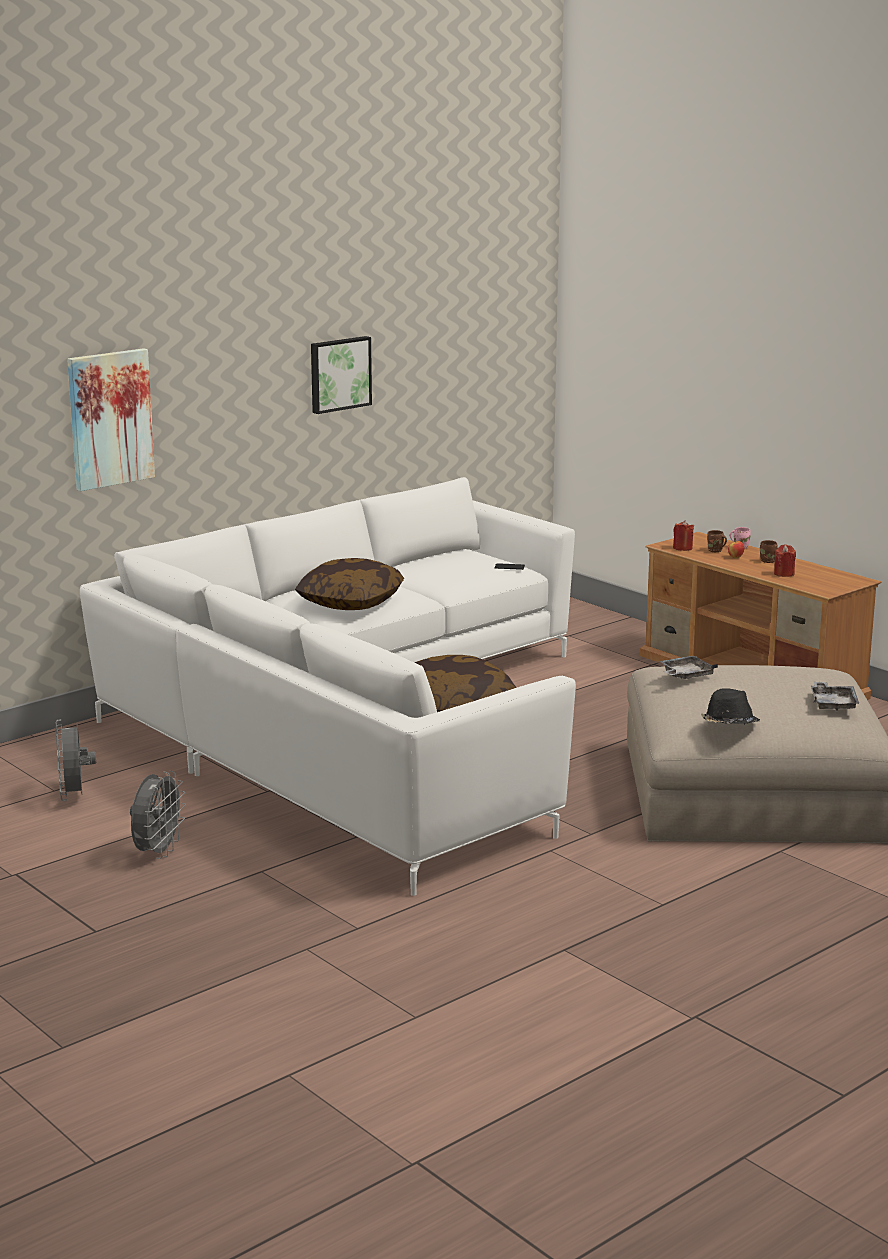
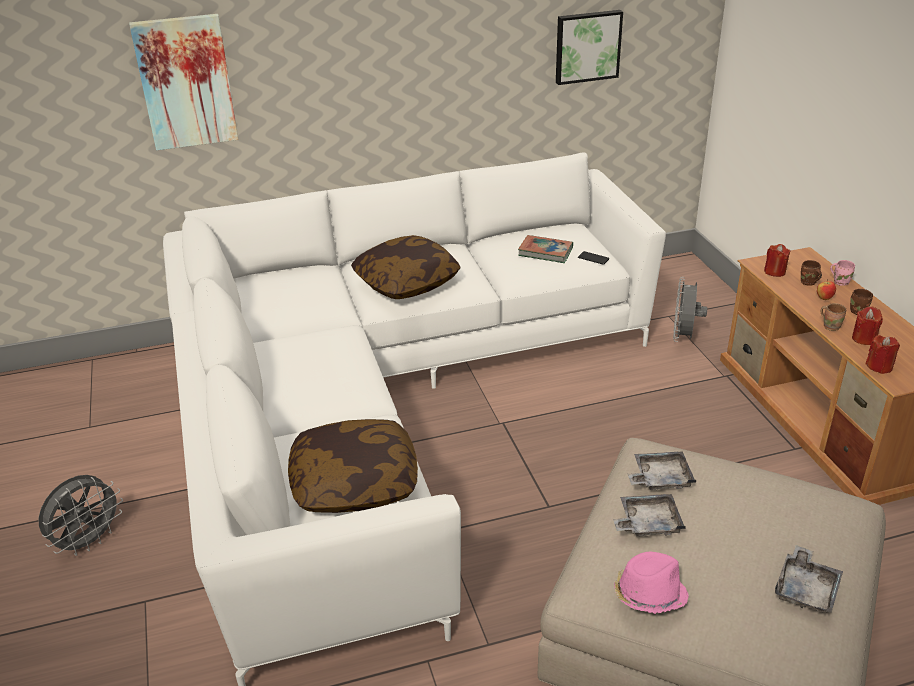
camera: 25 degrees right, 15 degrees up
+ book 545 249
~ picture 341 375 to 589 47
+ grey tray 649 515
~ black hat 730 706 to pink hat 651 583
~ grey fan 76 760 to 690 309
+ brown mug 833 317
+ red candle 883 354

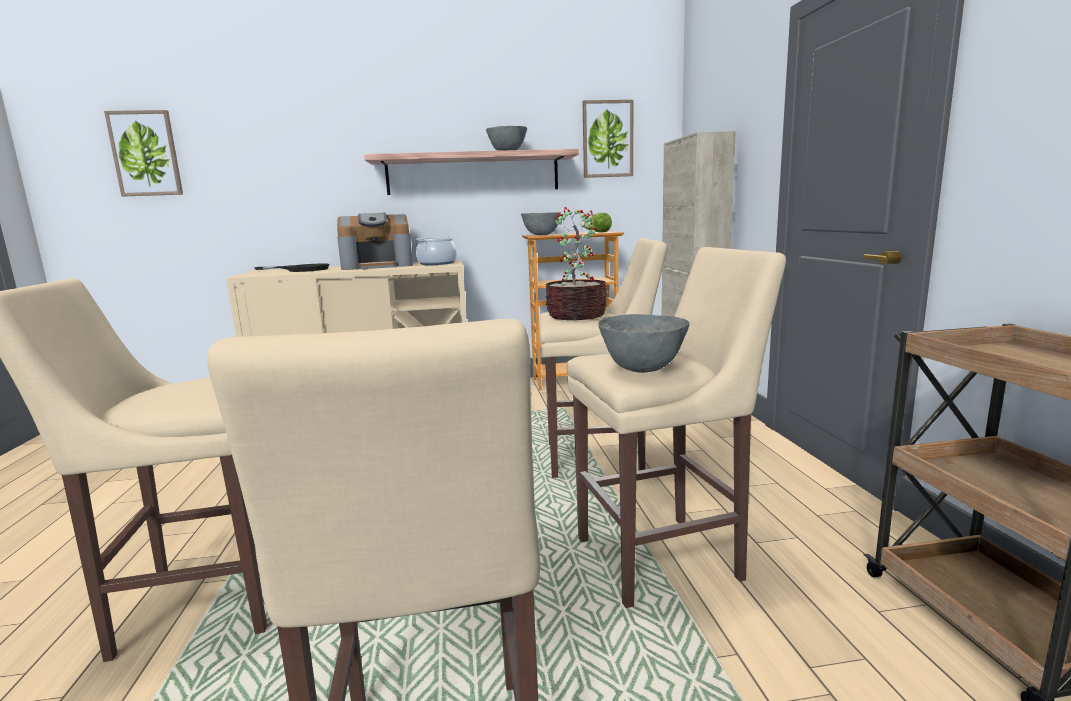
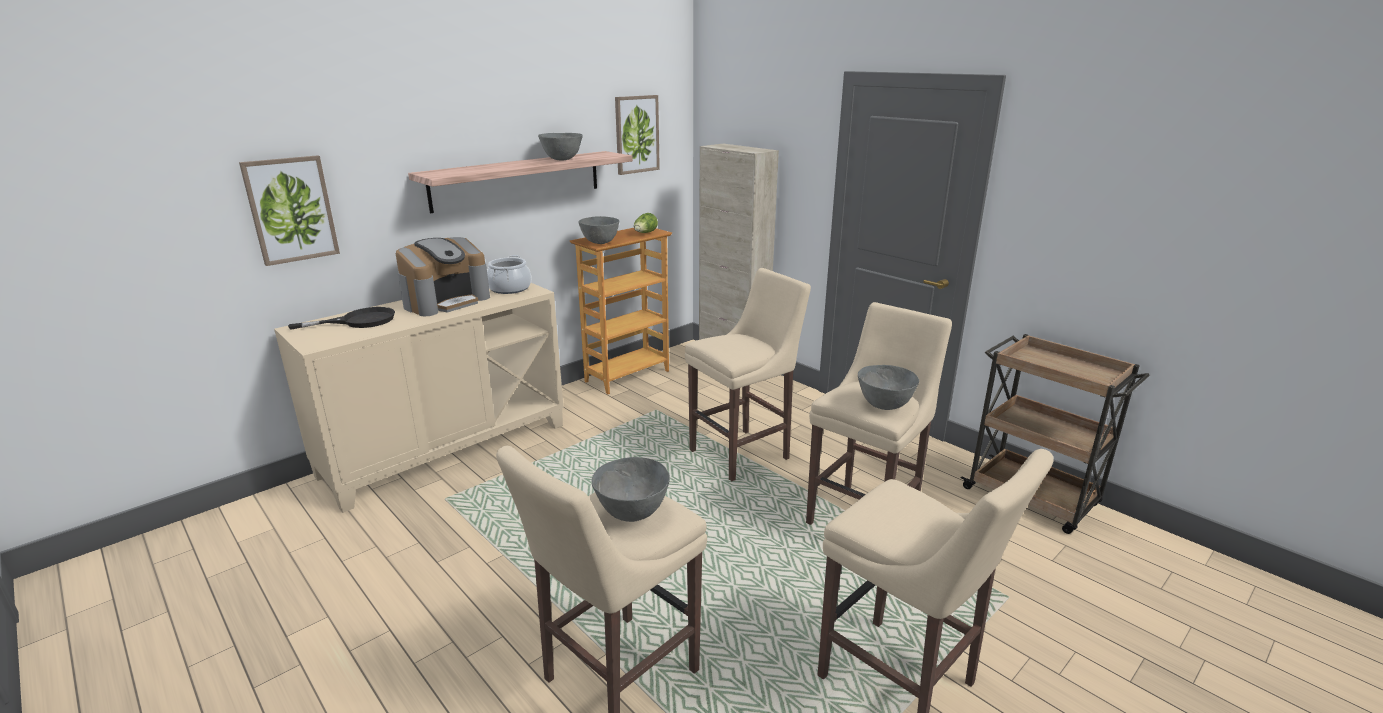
camera: 35 degrees left, 10 degrees up
~ picture 143 153 to 289 210
+ grey bowl 631 489
- potted plant 576 263

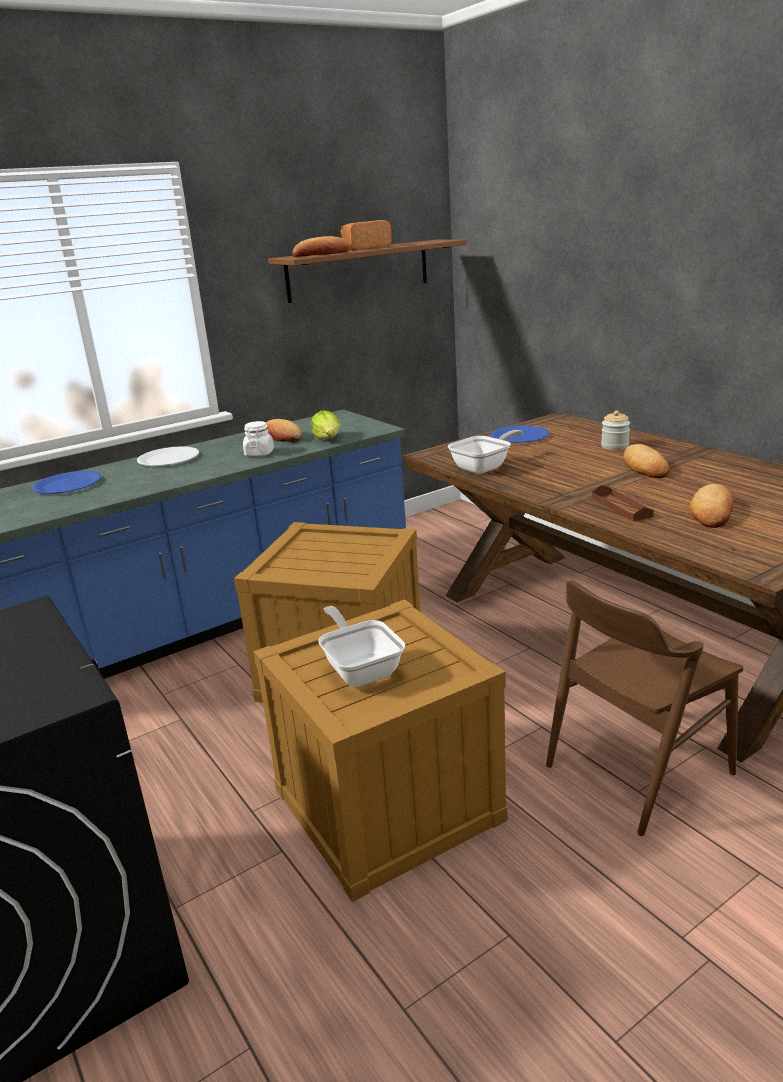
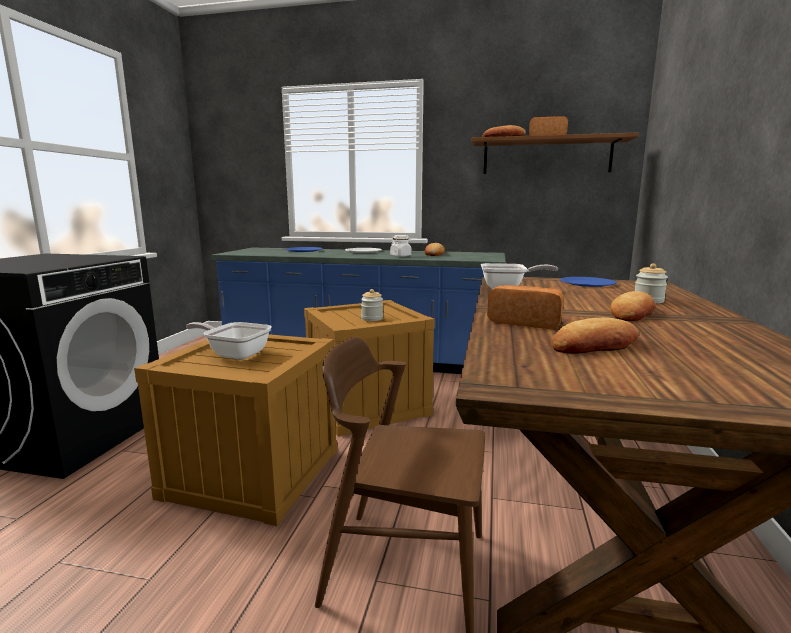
camera: 45 degrees right, 10 degrees down
~ frying pan 361 646 = 229 341 90 degrees counterclockwise
+ jar 372 305
~ brown tray 623 503 to bread 525 307
- lettuce 326 424

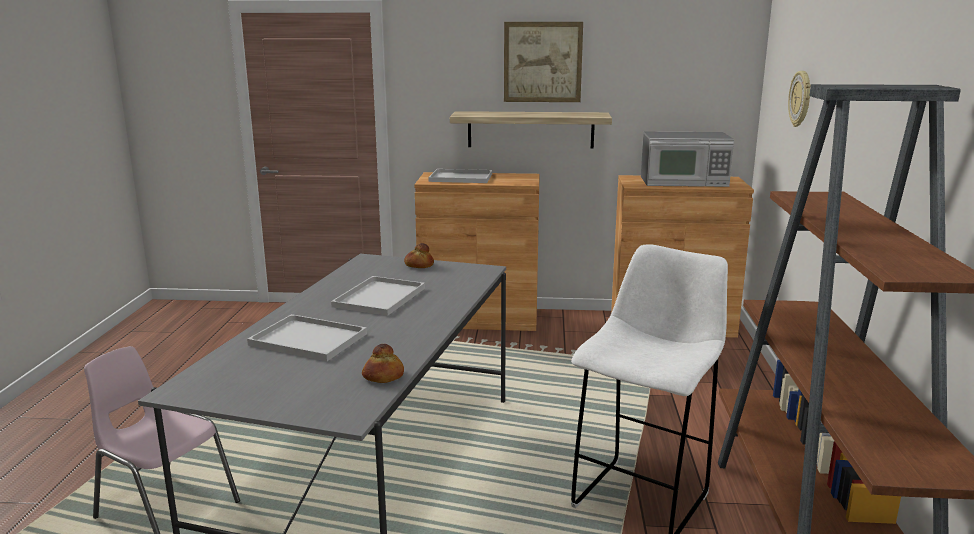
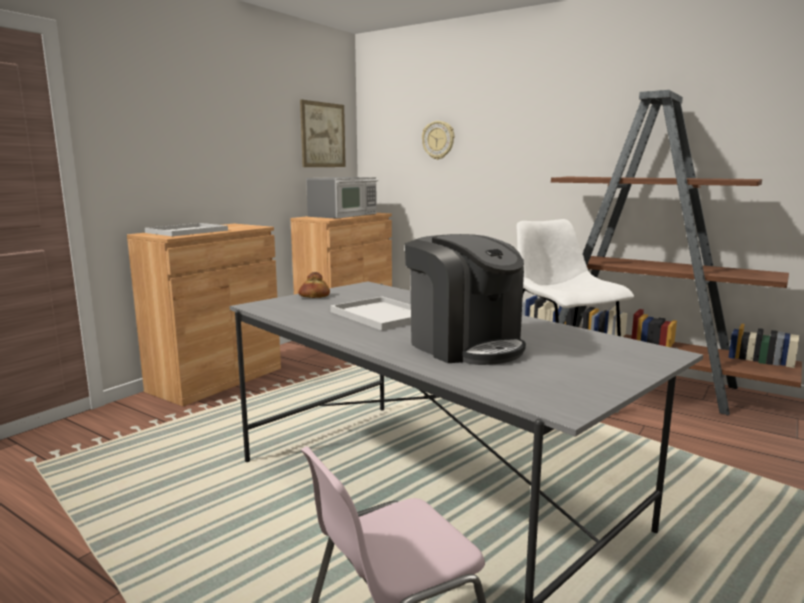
camera: 60 degrees left, 5 degrees down
~ picture 543 62 to 323 133
~ white tray 307 337 to coffee machine 465 299
- bread 383 363
- shelf 531 129

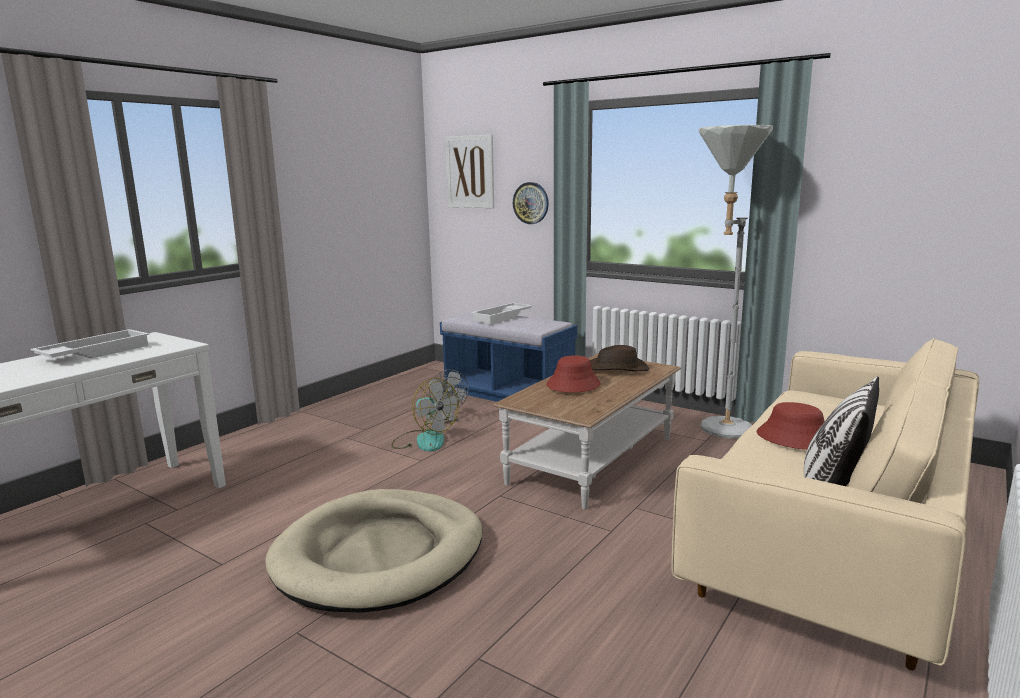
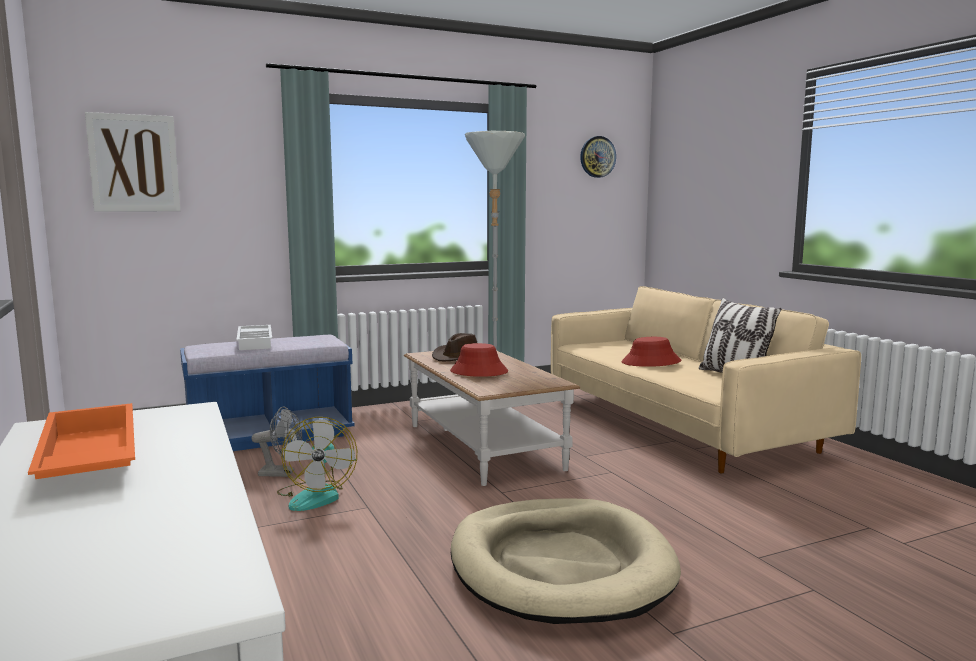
camera: 60 degrees left, 5 degrees down
~ white tray 89 344 to orange tray 81 441
~ fan 425 414 = 317 464 105 degrees clockwise
~ wall clock 531 203 to 598 157

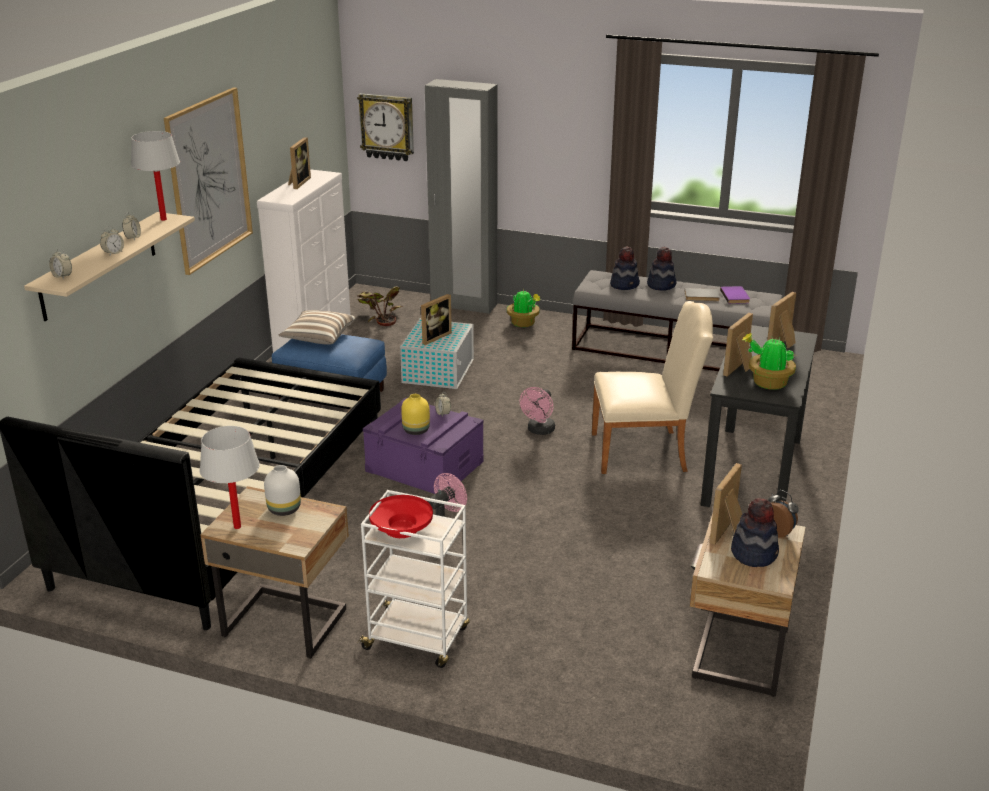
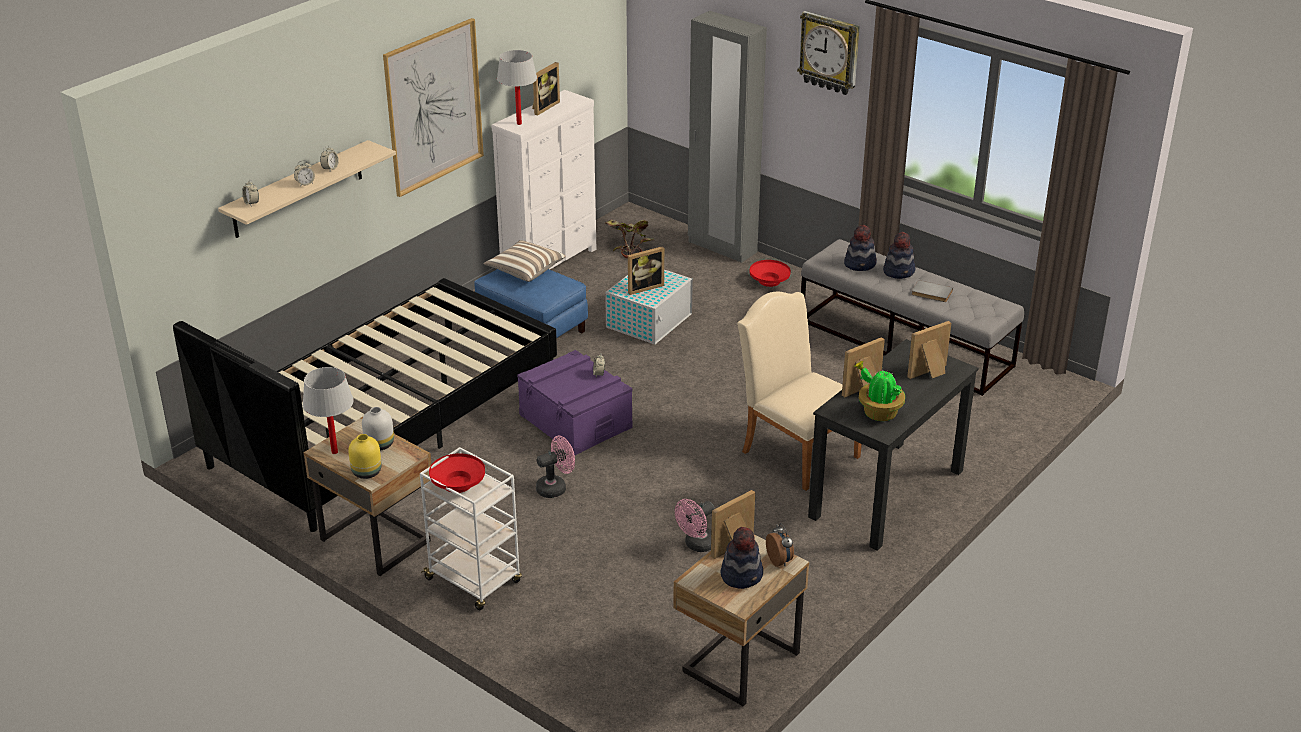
camera: 20 degrees right, 5 degrees up
~ yellow vase 415 414 to 365 456
~ white table lamp 155 176 to 517 87
~ pink fan 537 411 to 694 525
~ beige chair 652 387 = 799 391 150 degrees counterclockwise
~ potted plant 523 308 to red bowl 770 273
~ wall clock 385 127 to 828 53
- purple book 735 295

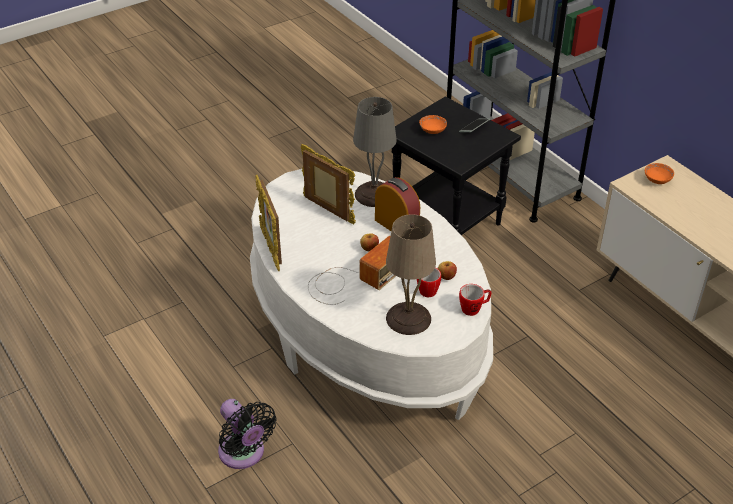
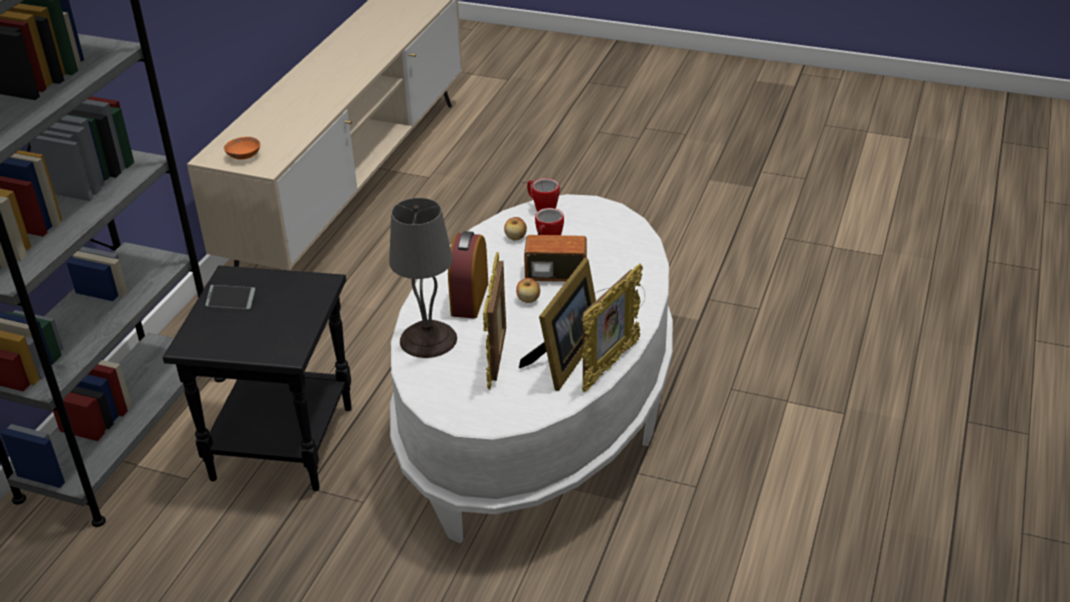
camera: 125 degrees left, 5 degrees down
+ picture frame 557 324
- black fan 247 434
- beige table lamp 411 274
- orange bowl 433 124

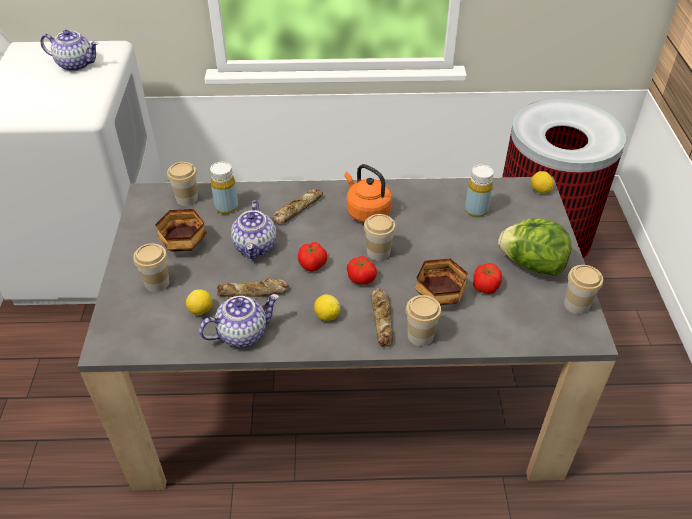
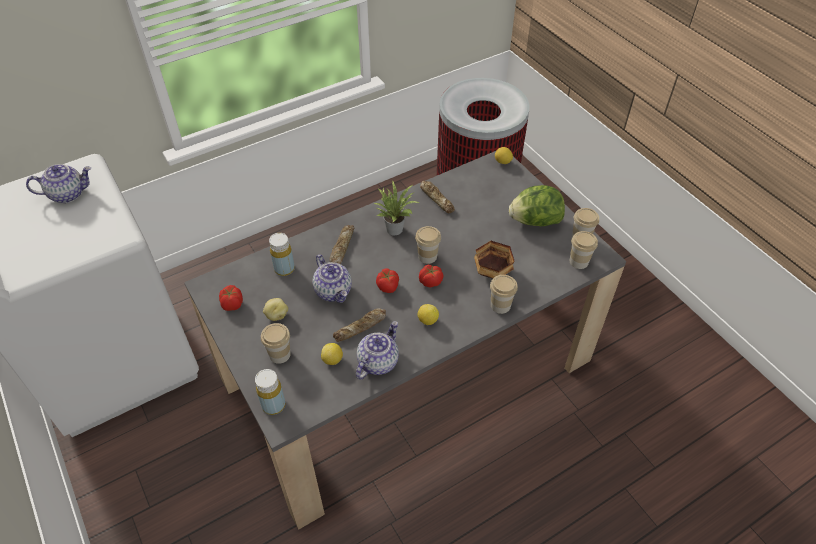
camera: 30 degrees left, 5 degrees up
~ tomato 487 278 to 231 298
~ yellow bottle 479 191 to 270 392
~ bowl 181 230 to potato 275 309
~ orange kettle 368 193 to potted plant 396 207
~ bread 381 317 to 437 197
~ cup 182 184 to 584 250

